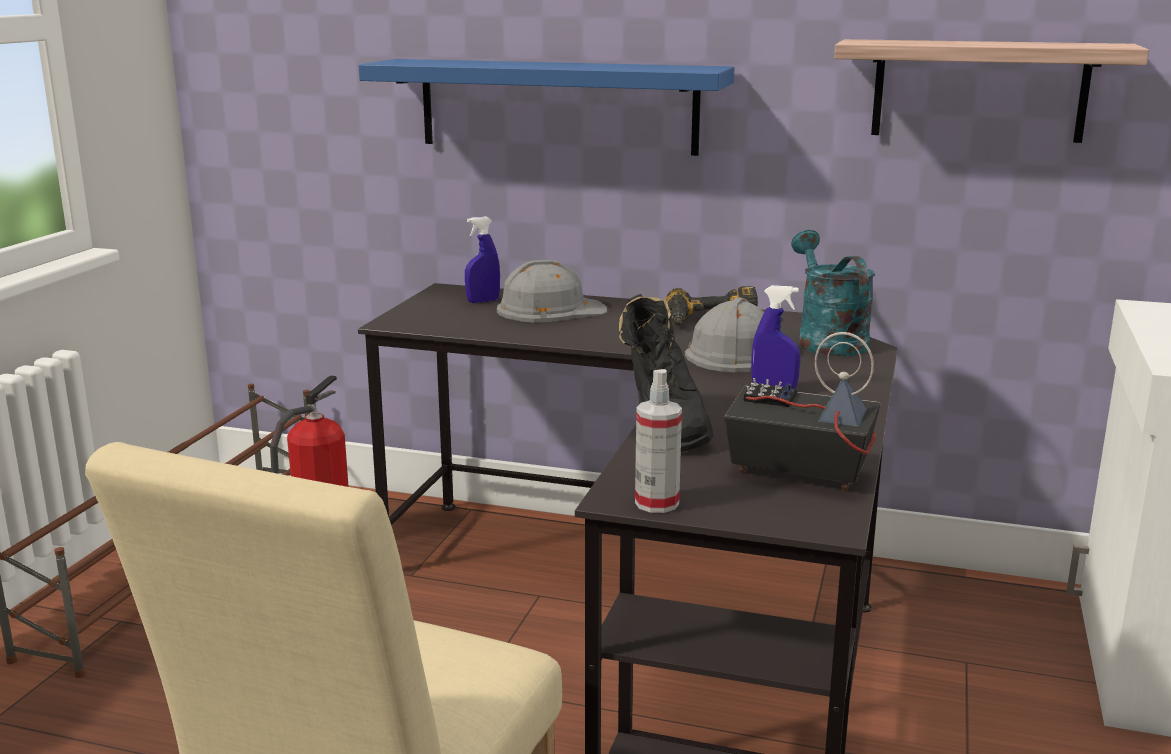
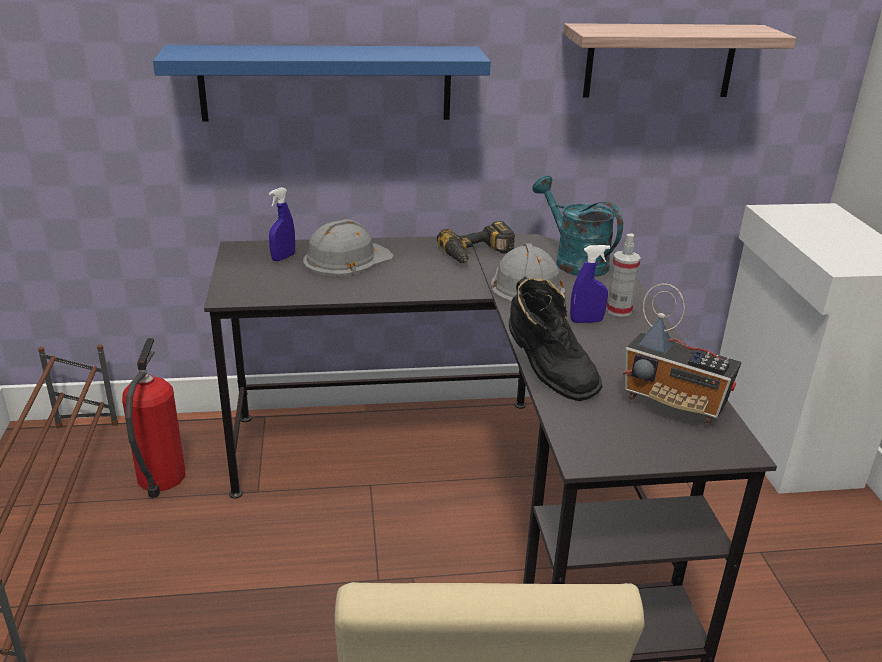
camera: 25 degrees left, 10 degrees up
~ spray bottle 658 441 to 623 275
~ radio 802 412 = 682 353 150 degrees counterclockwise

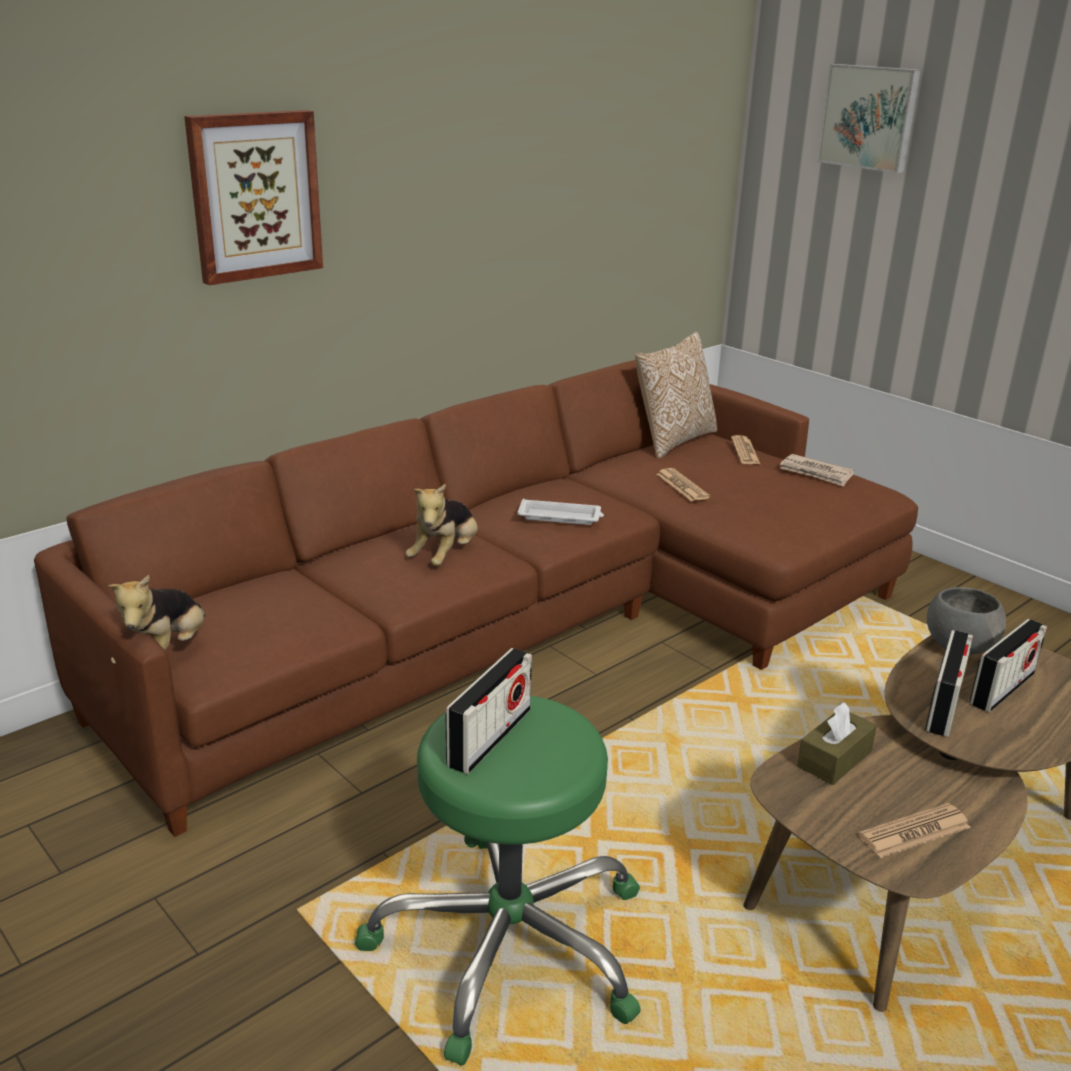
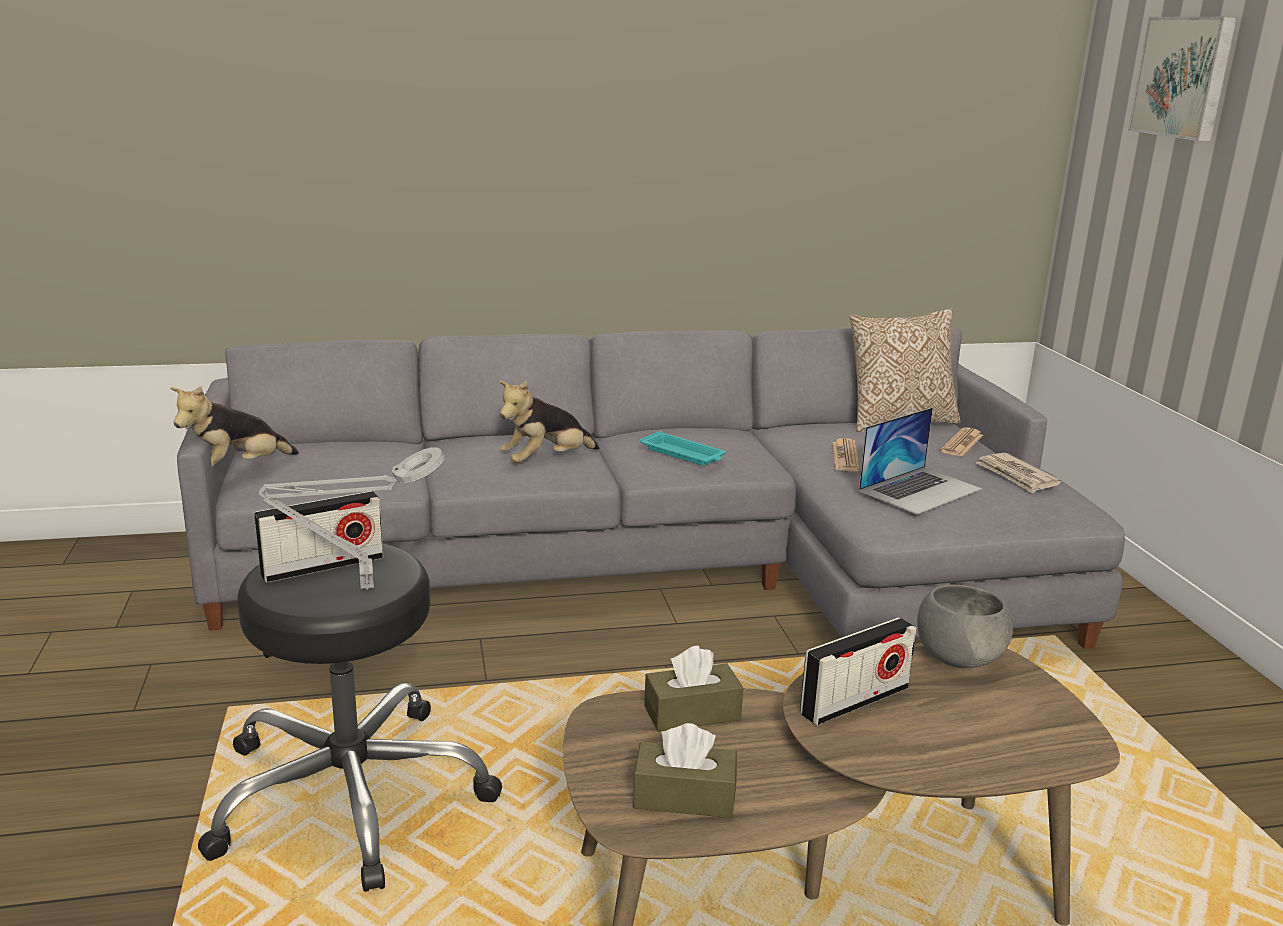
camera: 30 degrees right, 5 degrees down
~ brown sofa 476 598 to grey sofa 651 488
~ green stool 498 881 to black stool 350 718
+ grey table lamp 351 518
~ newspaper 914 830 to brown tissue box 685 770
~ white tray 560 512 to turquoise tray 683 448
+ laptop 920 461
- picture 253 197
- radio 1008 665

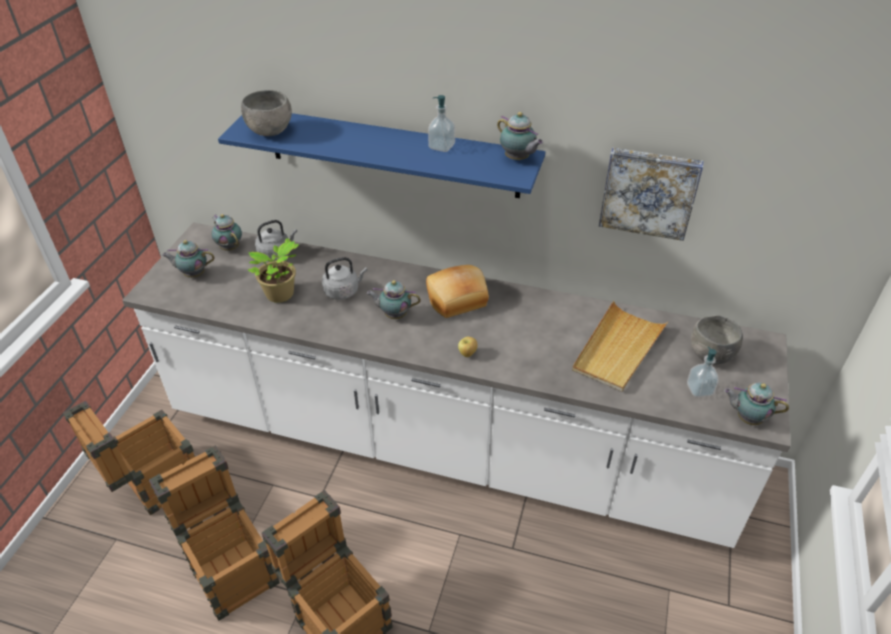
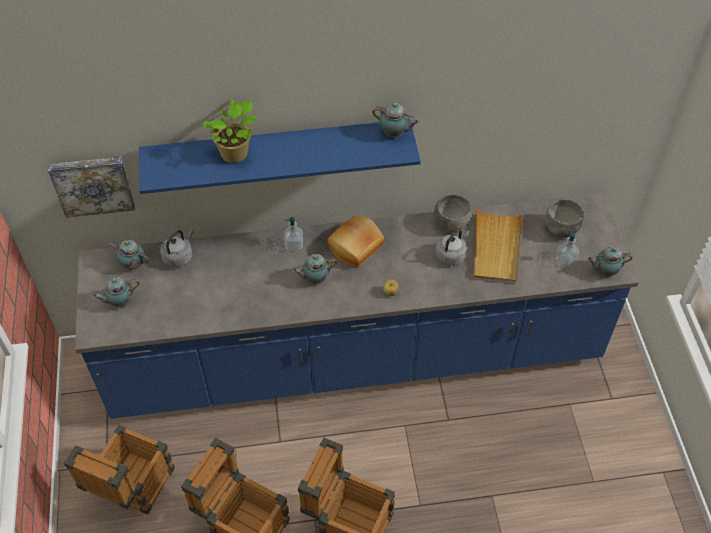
camera: 25 degrees left, 10 degrees up
~ picture 651 194 to 91 187
~ white counter 456 385 to blue counter 357 306
~ potted plant 273 270 to 229 131
~ soap dispenser 441 123 to 294 234
~ grey bowl 266 113 to 452 212
~ grey kettle 344 278 to 452 247

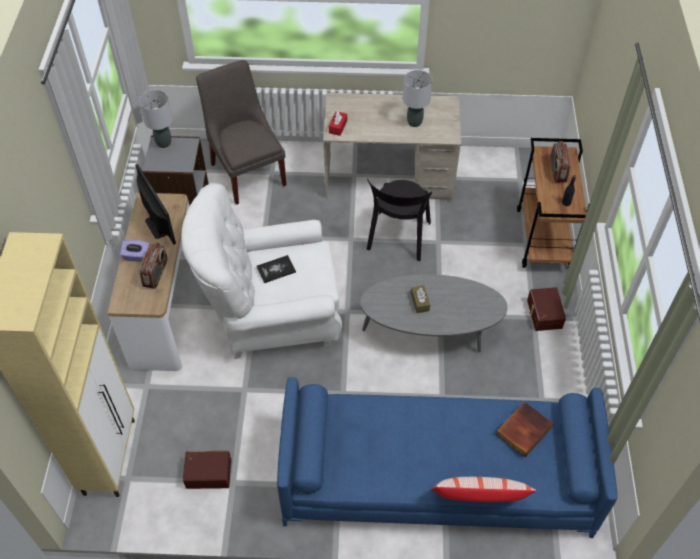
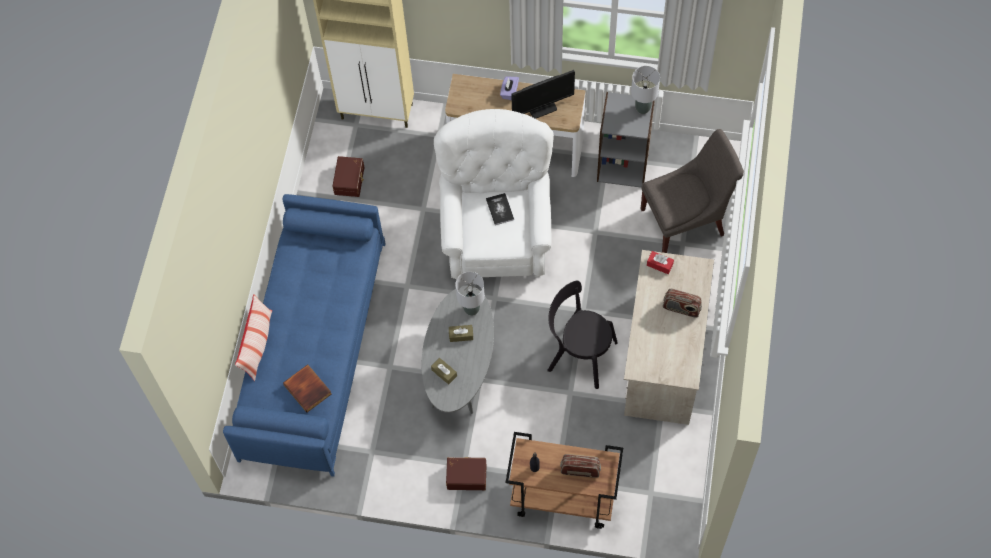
camera: 100 degrees right, 10 degrees up
+ brown tissue box 444 371
~ grey table lamp 417 98 to 470 294
~ radio 153 265 to 682 303

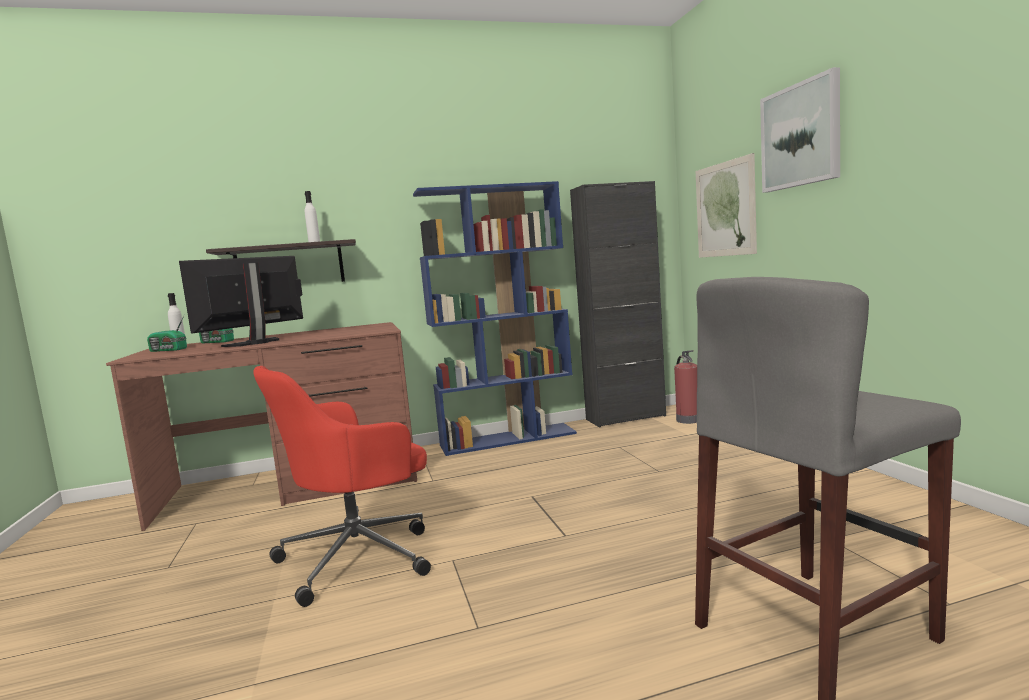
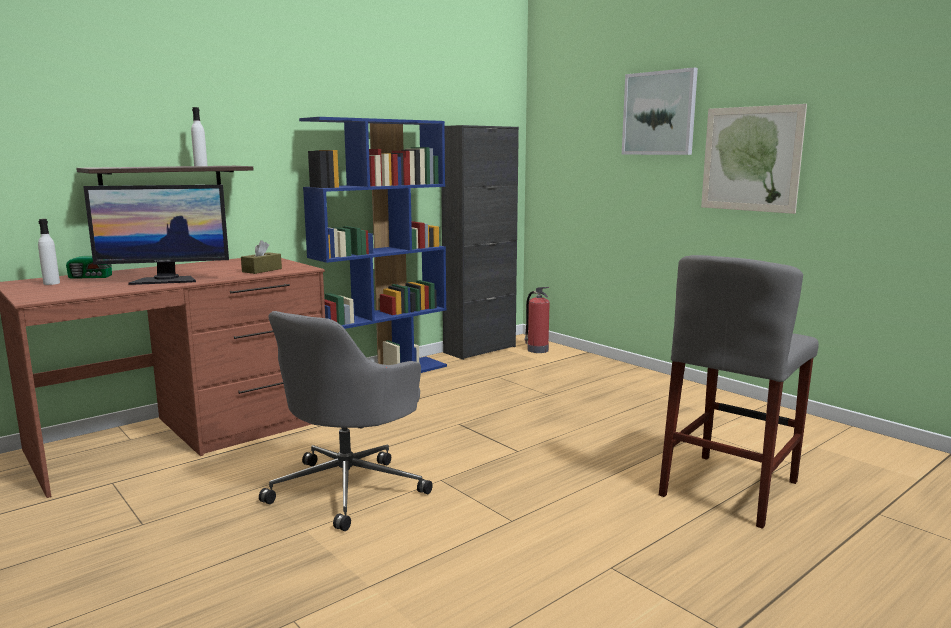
camera: 25 degrees left, 5 degrees up
~ monitor 241 301 = 156 235 120 degrees counterclockwise
+ brown tissue box 261 257
~ red office chair 342 486 to grey office chair 346 421
~ picture 726 205 to 754 159
- radio 167 333

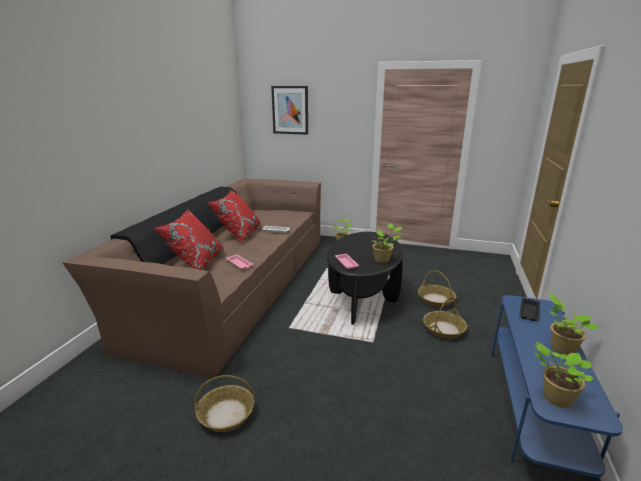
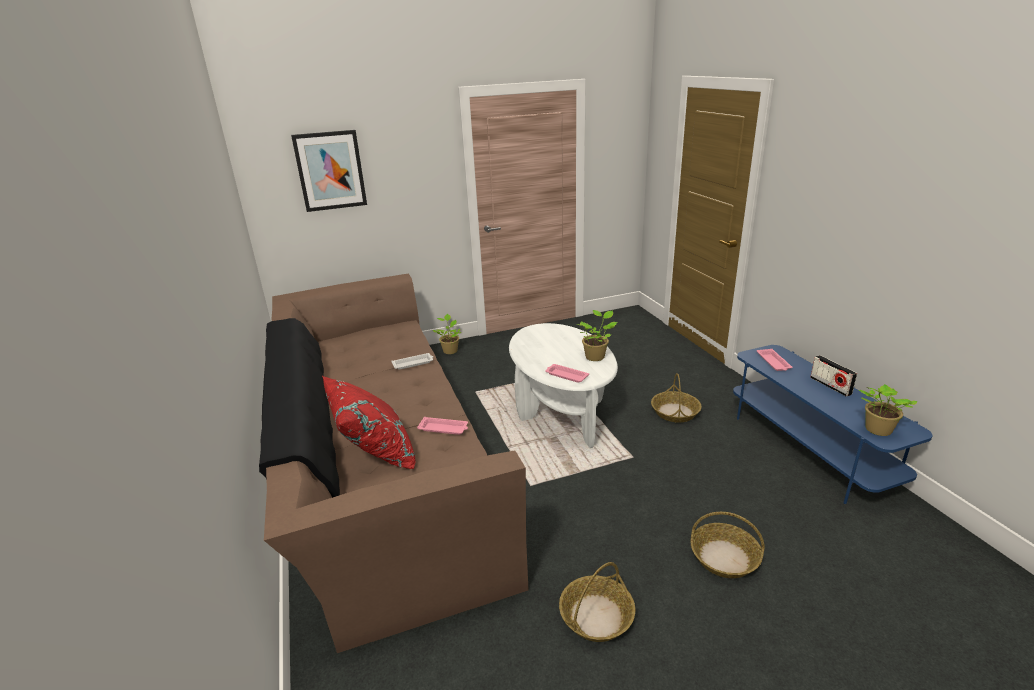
camera: 35 degrees left, 5 degrees up
~ black coffee table 364 278 to white coffee table 563 385
~ basket 437 288 to 727 545
~ black tray 529 309 to pink tray 775 360
~ potted plant 574 324 to radio 833 375
- red pillow 234 216

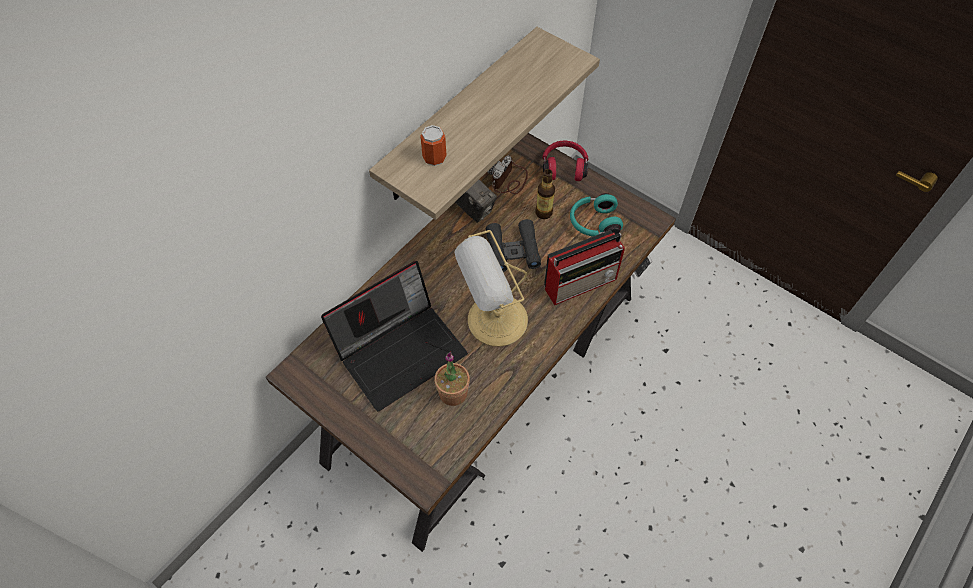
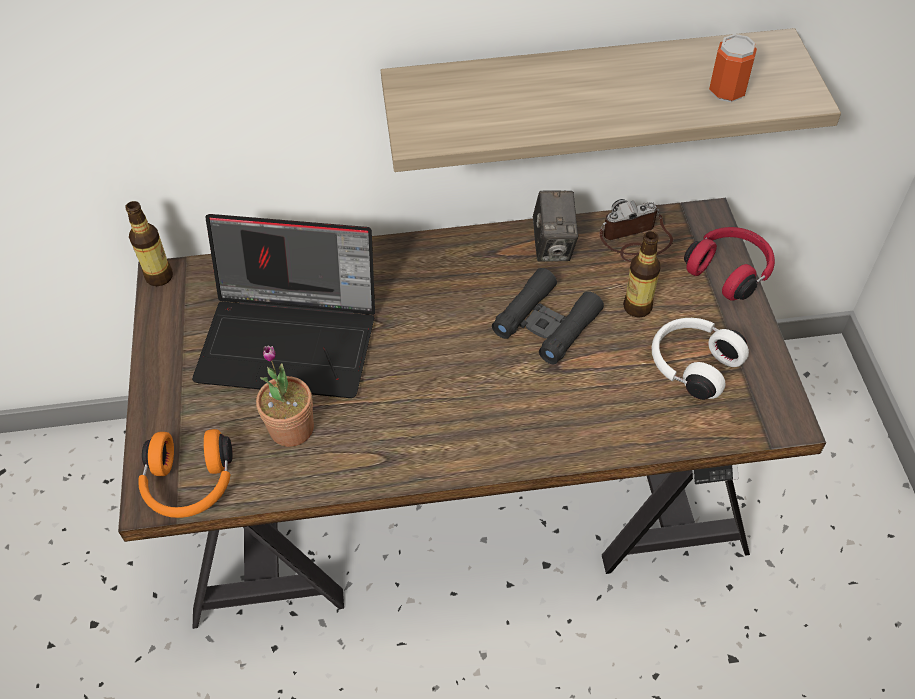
camera: 45 degrees right, 5 degrees down
+ bottle 149 243
+ orange headphones 185 473
~ turquoise headphones 596 214 to white headphones 700 359
~ can 433 145 to 733 68
- table lamp 491 288
- radio 584 267

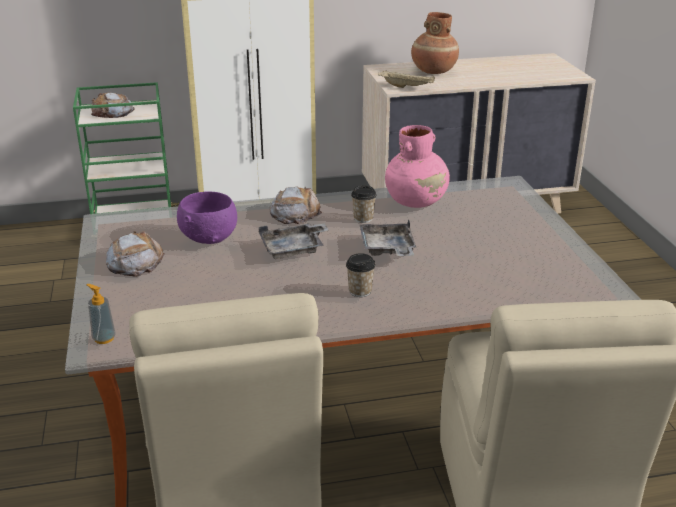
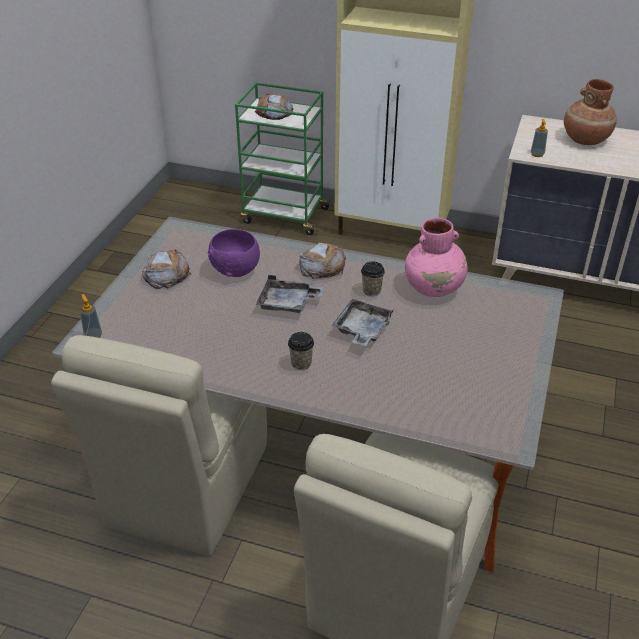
camera: 30 degrees right, 10 degrees up
~ beige tray 406 79 to soap dispenser 539 138

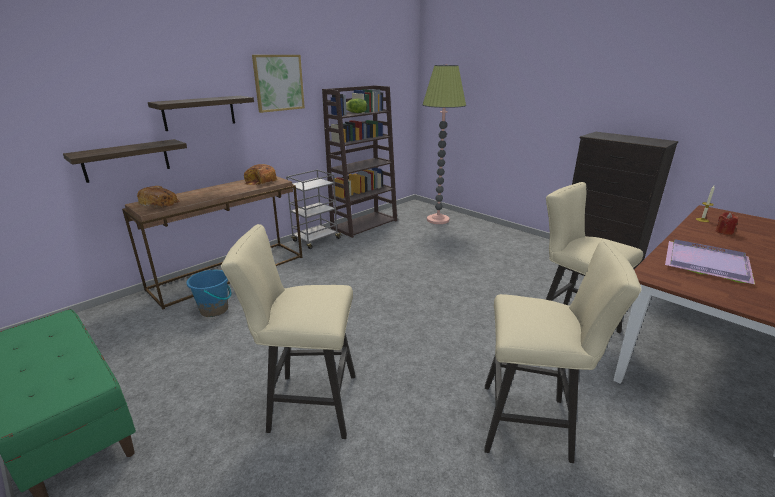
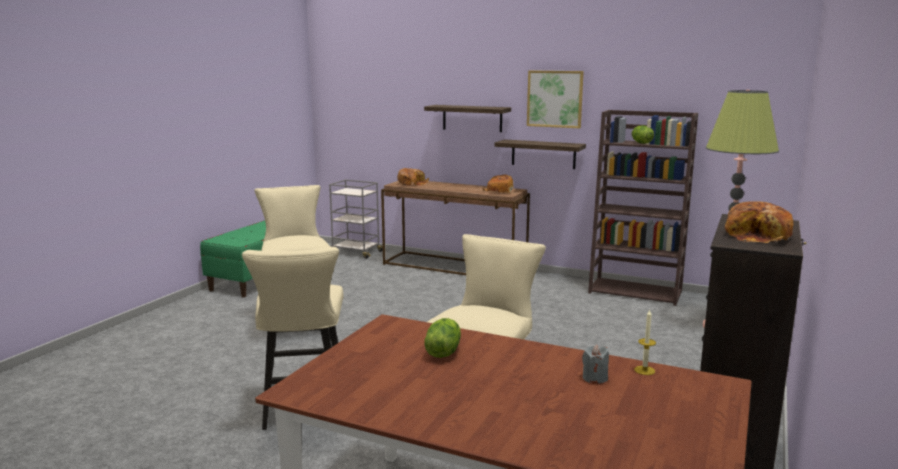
camera: 70 degrees right, 10 degrees down
~ grey cart 314 209 to 356 219
~ purple tray 710 261 to lettuce 442 338
~ shelf 125 161 to 540 154
~ red candle 727 223 to grey candle 595 364
+ bread 759 222
- blue bucket 209 293

